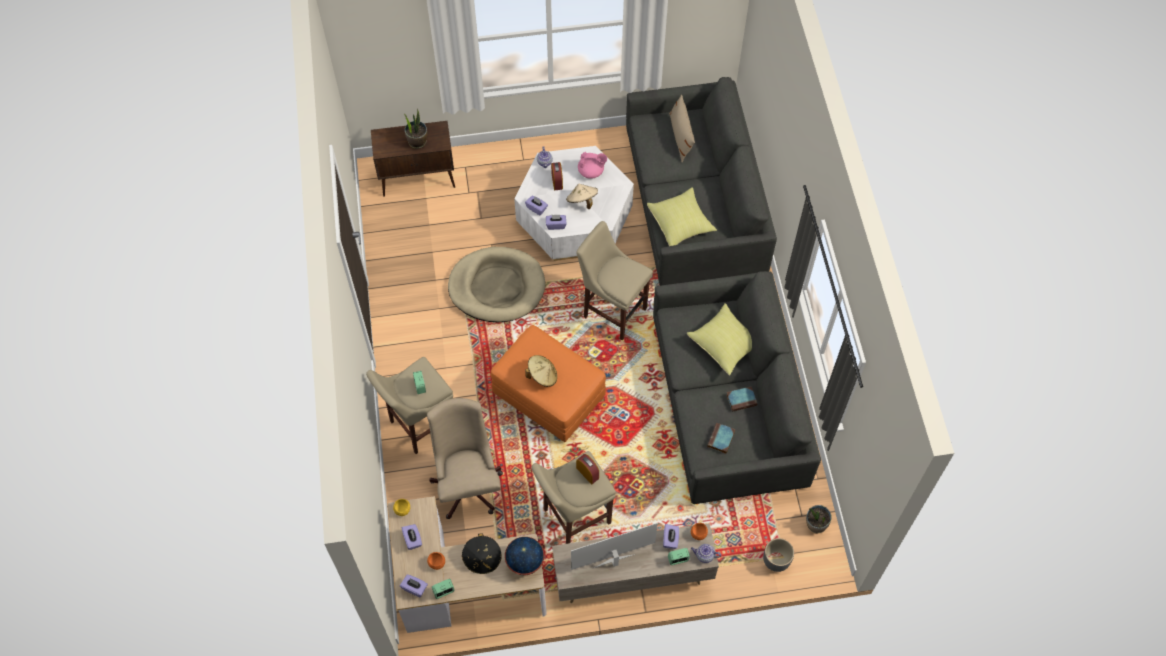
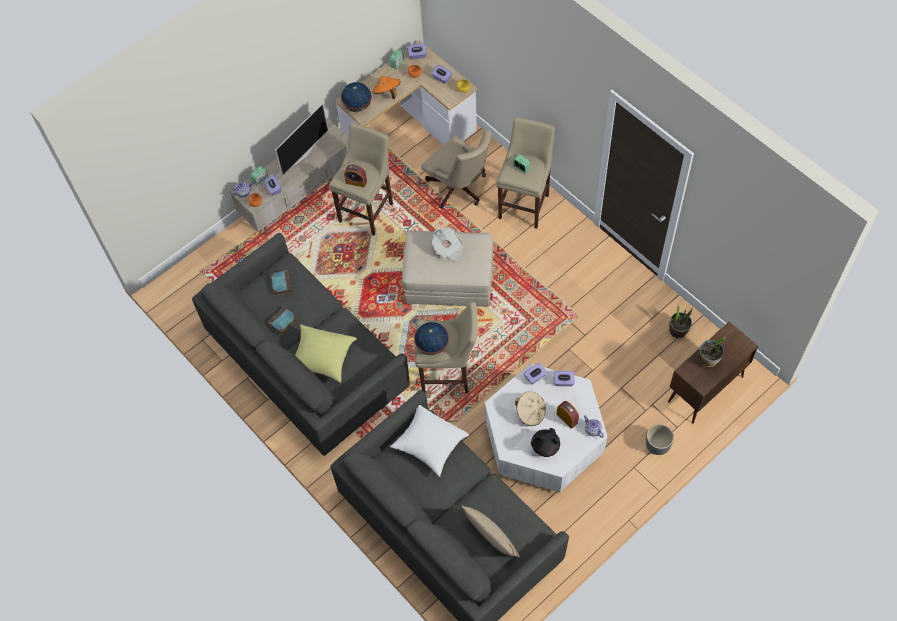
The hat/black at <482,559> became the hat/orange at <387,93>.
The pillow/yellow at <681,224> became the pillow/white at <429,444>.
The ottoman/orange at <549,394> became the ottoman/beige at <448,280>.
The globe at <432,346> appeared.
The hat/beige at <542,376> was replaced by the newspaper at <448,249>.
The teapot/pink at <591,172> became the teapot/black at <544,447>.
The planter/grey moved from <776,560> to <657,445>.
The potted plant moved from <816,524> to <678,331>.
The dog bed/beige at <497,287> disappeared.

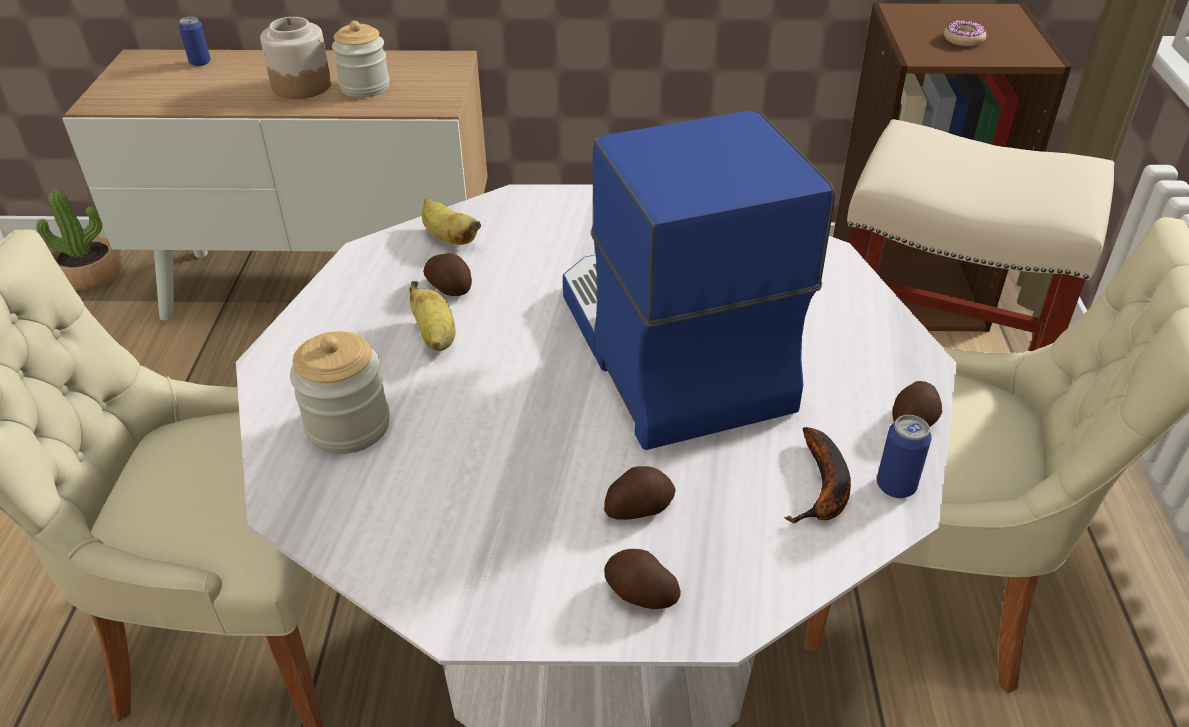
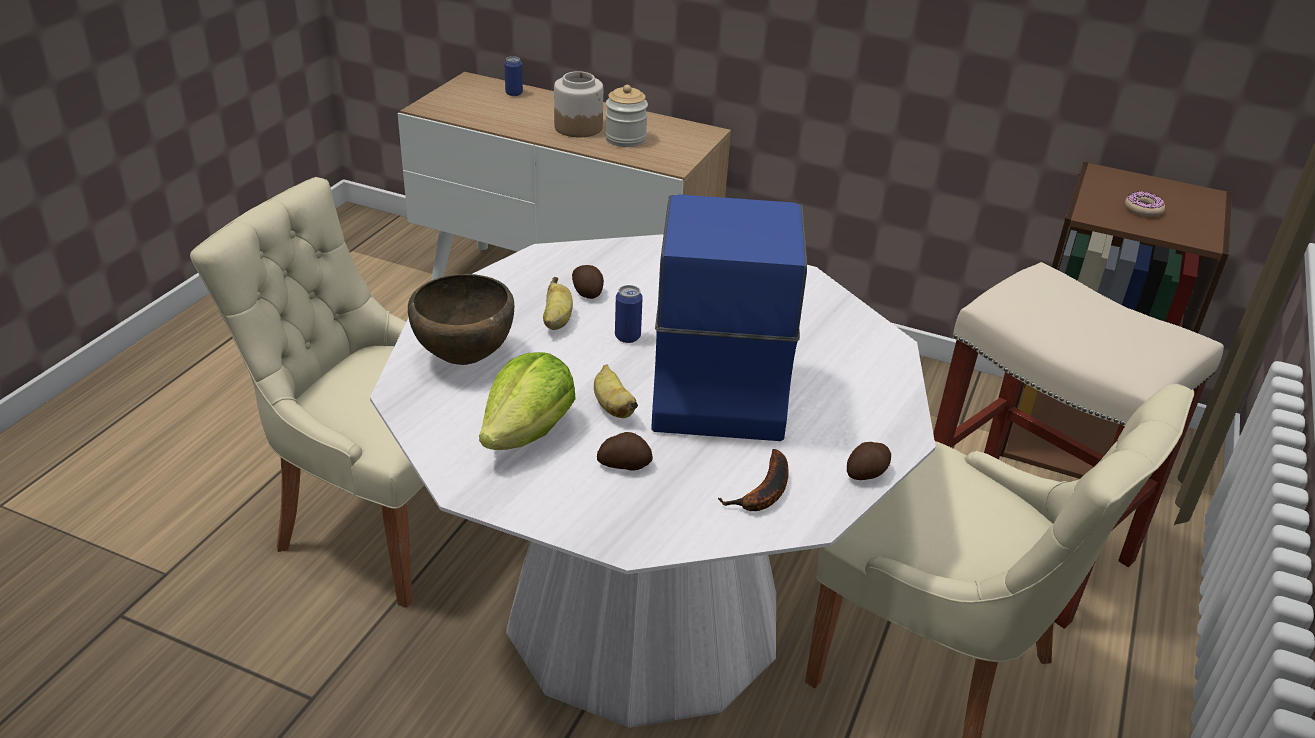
The jar at <348,426> was replaced by the bowl/brown at <465,359>.
The lettuce at <529,433> appeared.
The banana moved from <448,237> to <612,407>.
The can moved from <896,486> to <627,337>.
The potted plant at <91,274> disappeared.
The potato at <640,594> disappeared.

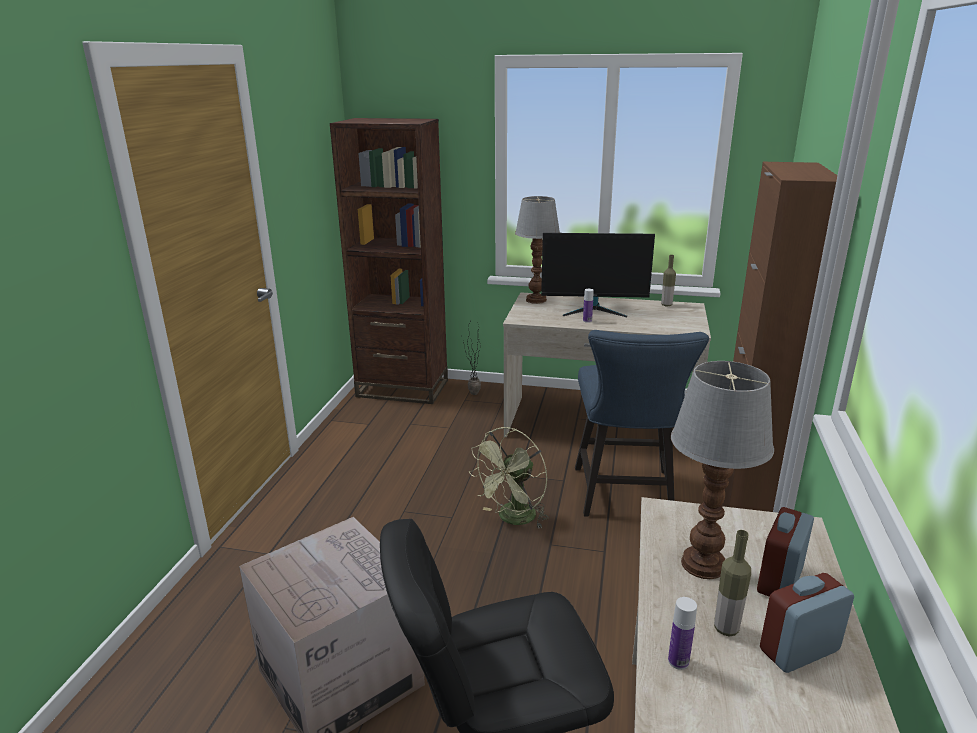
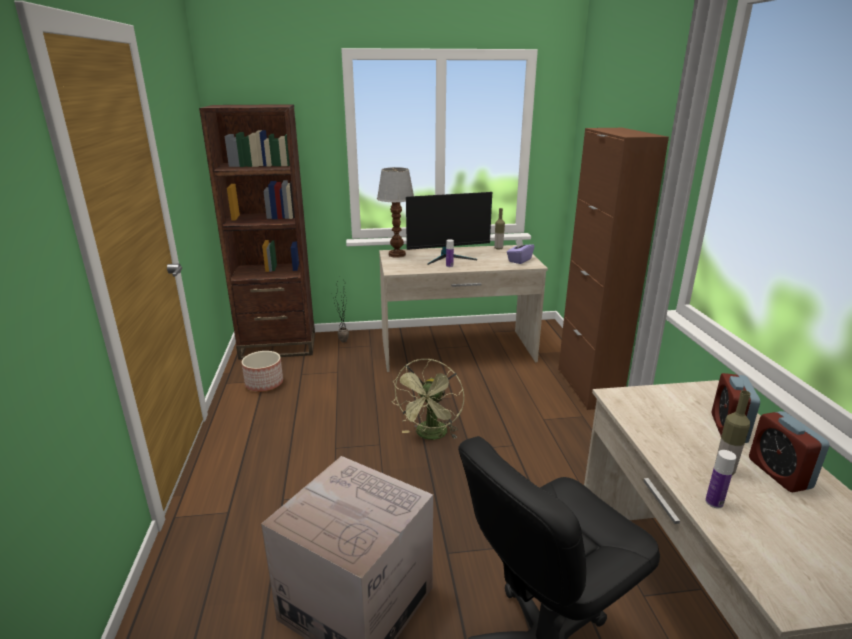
The planter at <264,384> appeared.
The tissue box/purple at <519,260> appeared.
The alarm clock at <799,650> turned 60 degrees counterclockwise.
The chair/blue at <625,497> disappeared.
The table lamp at <702,563> disappeared.

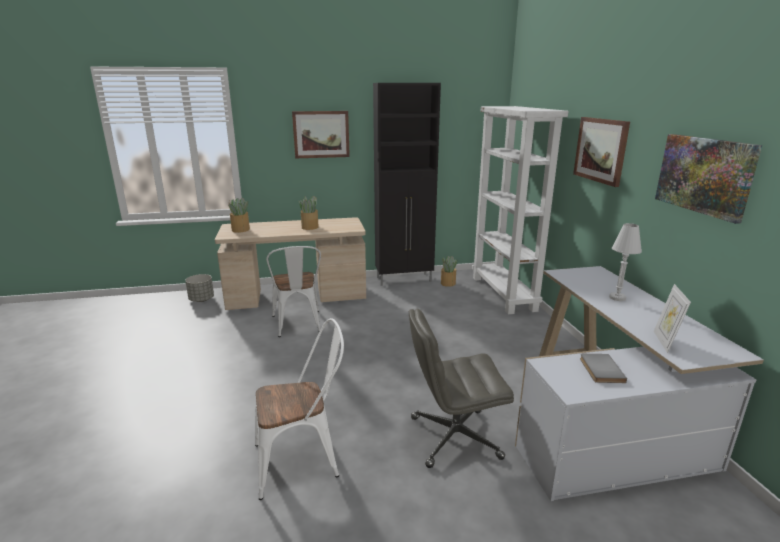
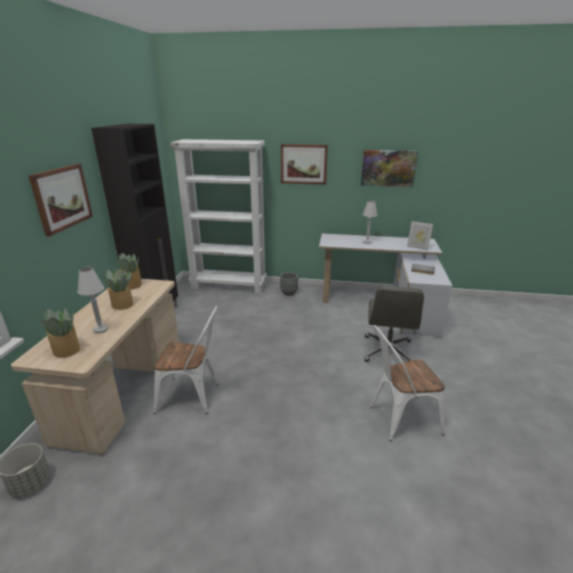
The table lamp/white at <100,329> appeared.
The potted plant moved from <447,283> to <132,285>.
The planter/grey at <289,292> appeared.
The chair/white at <304,460> turned 105 degrees counterclockwise.

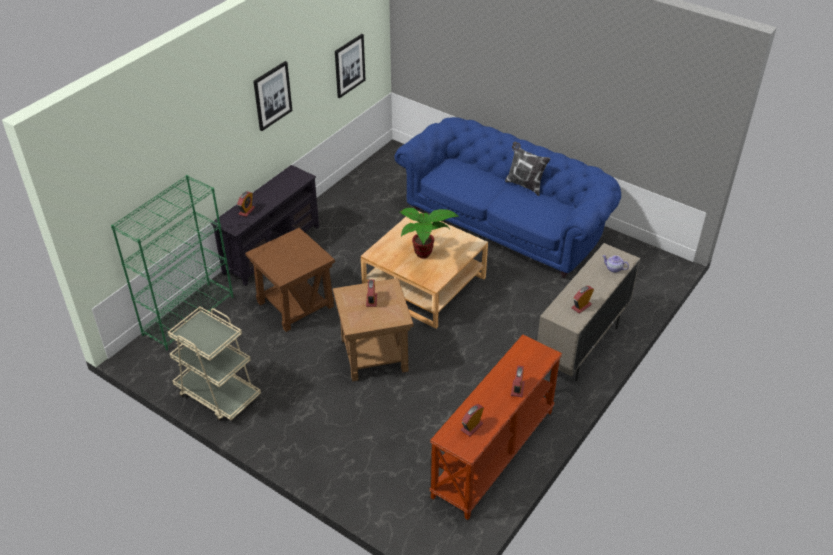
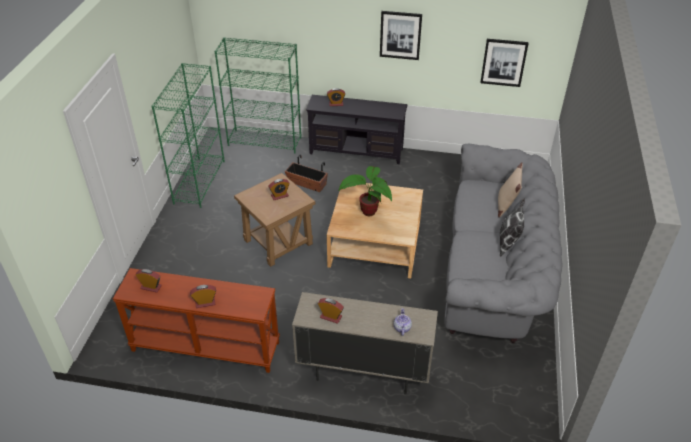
The cart/beige at <217,394> was replaced by the bookcase/green at <199,181>.
The side table/brown at <295,304> was replaced by the planter at <307,183>.
The sofa/blue at <506,224> became the sofa/grey at <495,270>.
The pillow/beige at <506,205> appeared.

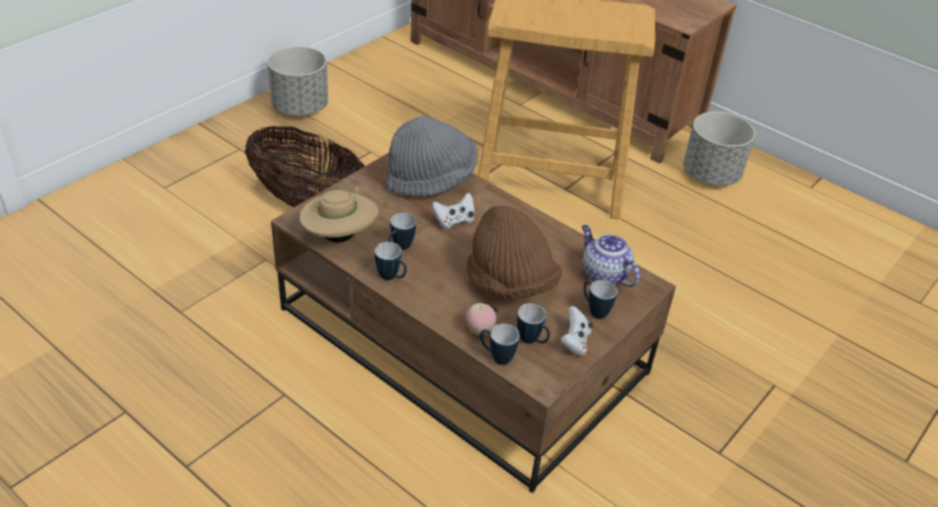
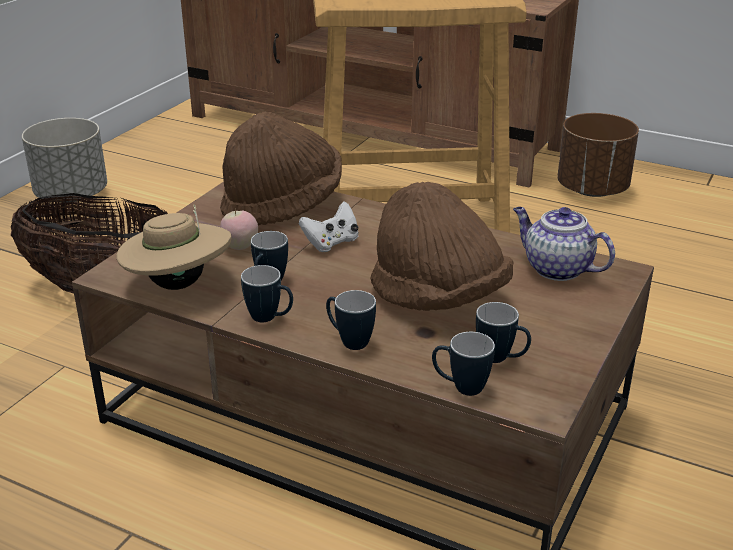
The hat/grey at <431,179> became the hat/brown at <282,205>.
The apple moved from <479,330> to <240,247>.
The mug moved from <594,311> to <349,341>.
The planter/grey at <711,175> became the planter/brown at <593,190>.
The game controller/white at <574,342> disappeared.

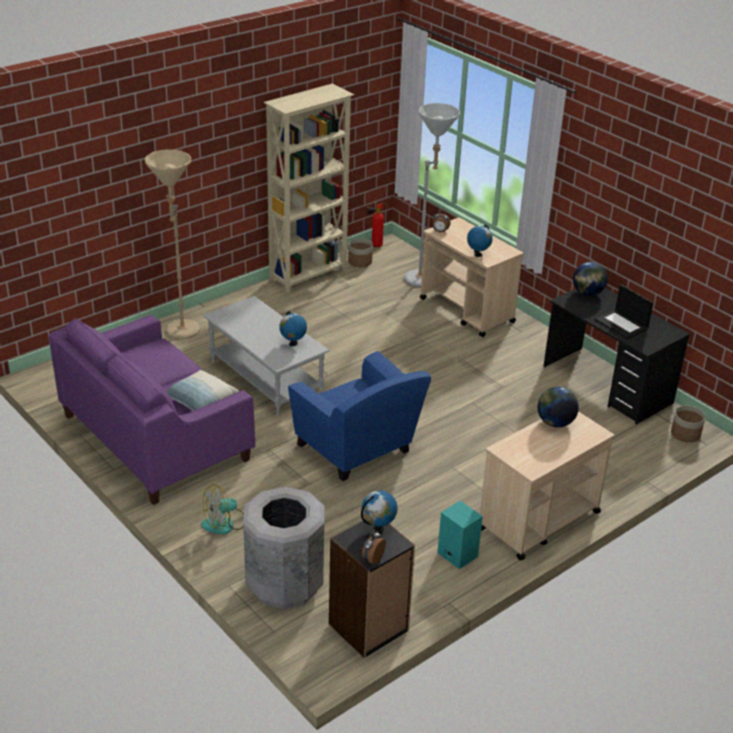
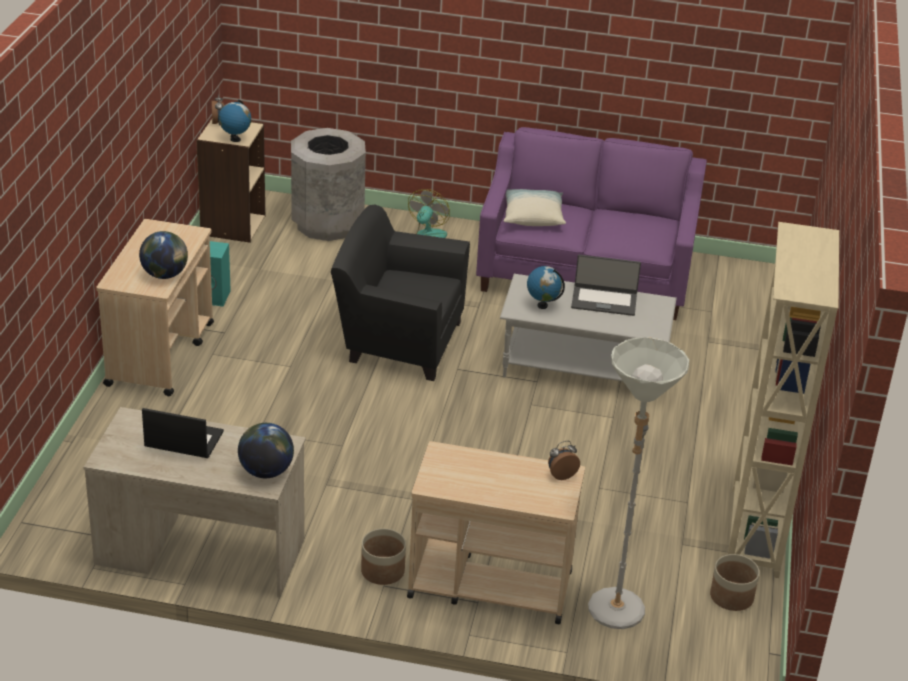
The desk/black at <607,385> became the desk/beige at <200,551>.
The bookcase/black at <369,628> became the bookcase/beige at <232,225>.
The armchair/blue at <358,450> became the armchair/black at <398,341>.
The planter moved from <685,434> to <382,571>.
The laptop at <604,301> appeared.
The floor lamp/beige at <181,334> disappeared.
The fire extinguisher at <374,246> disappeared.
The globe at <478,254> disappeared.

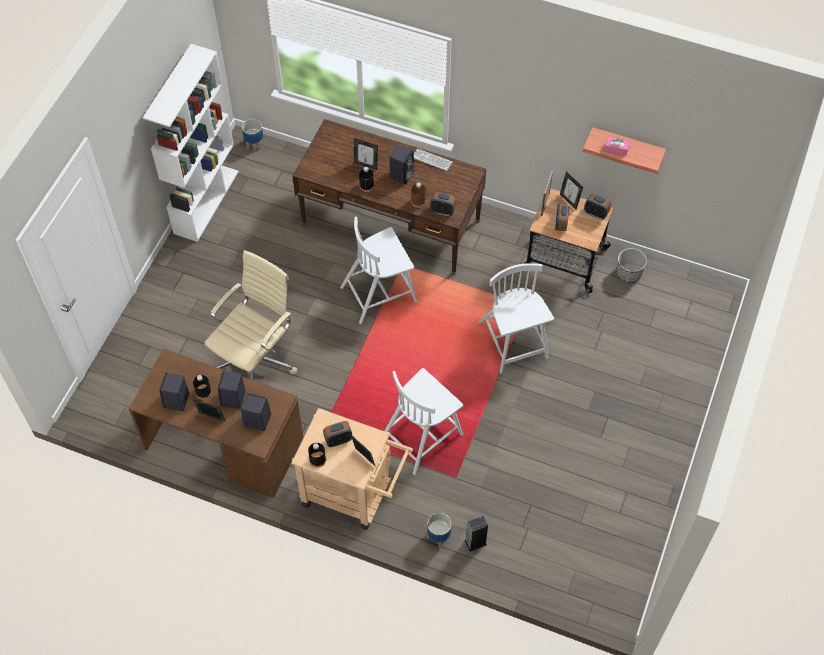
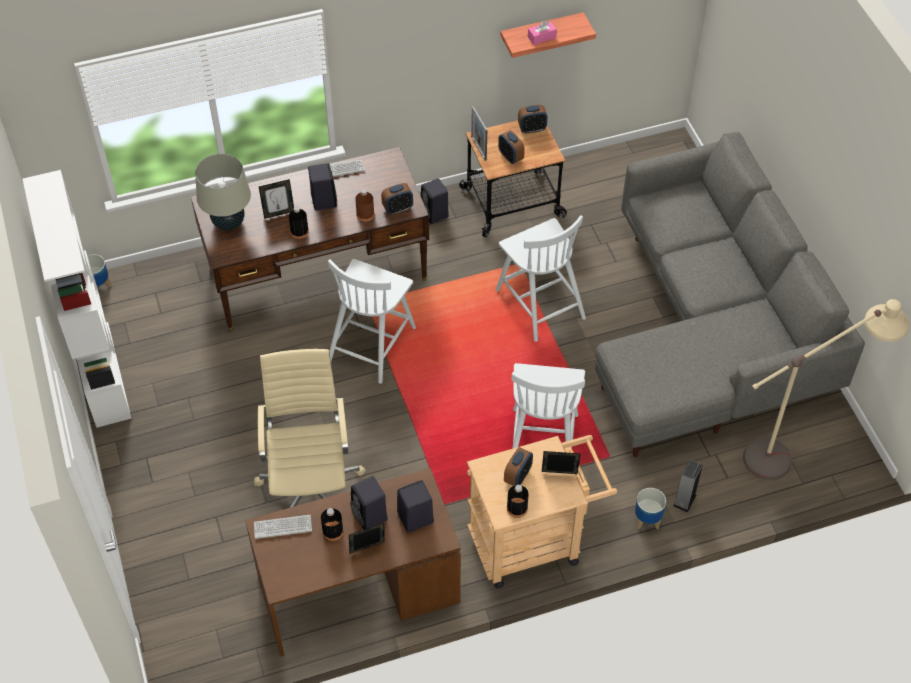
The table lamp/beige at <228,223> appeared.
The keyboard at <283,527> appeared.
The speaker/black moved from <176,401> to <435,214>.
The chair/white at <513,341> turned 150 degrees counterclockwise.
The sofa/grey at <710,332> appeared.
The floor lamp/beige at <798,449> appeared.
The picture frame at <569,201> disappeared.
The planter at <629,273> disappeared.

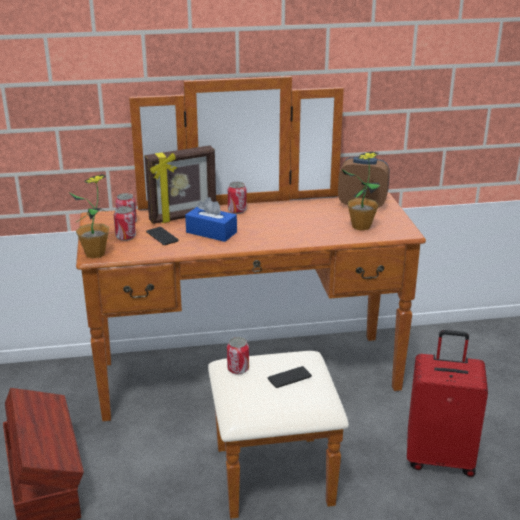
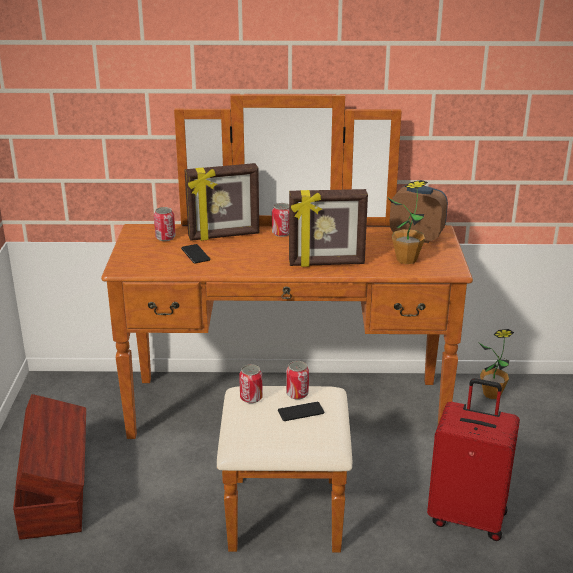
The can moved from <125,237> to <297,394>.
The picture frame at <326,263> appeared.
The potted plant moved from <95,253> to <492,394>.
The tissue box/blue at <211,232> disappeared.

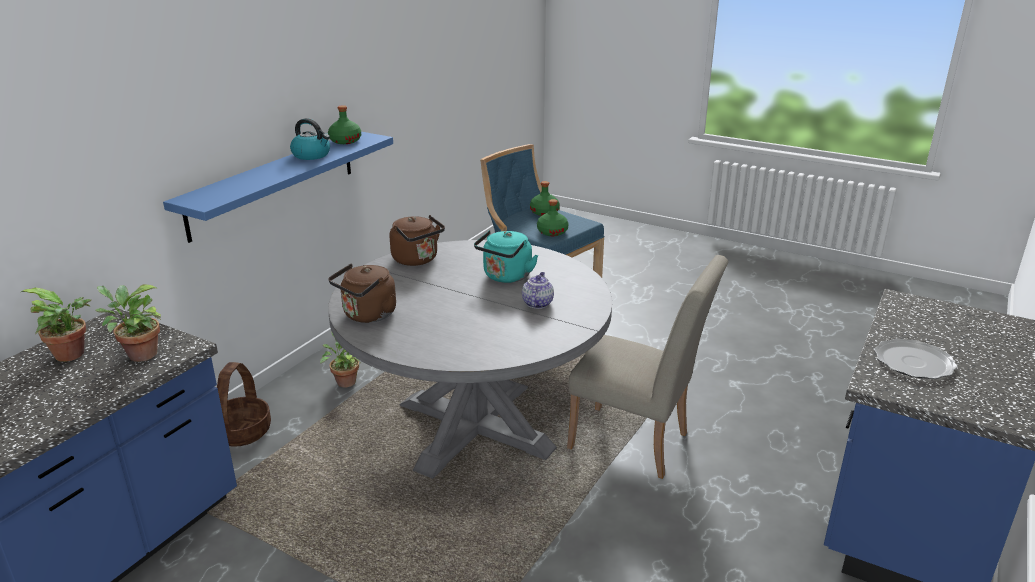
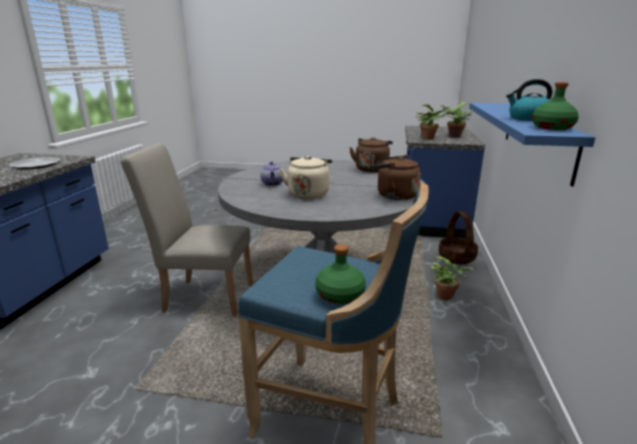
The kettle/turquoise at <506,277> became the kettle/beige at <308,194>.
The bottle/green at <552,232> disappeared.

